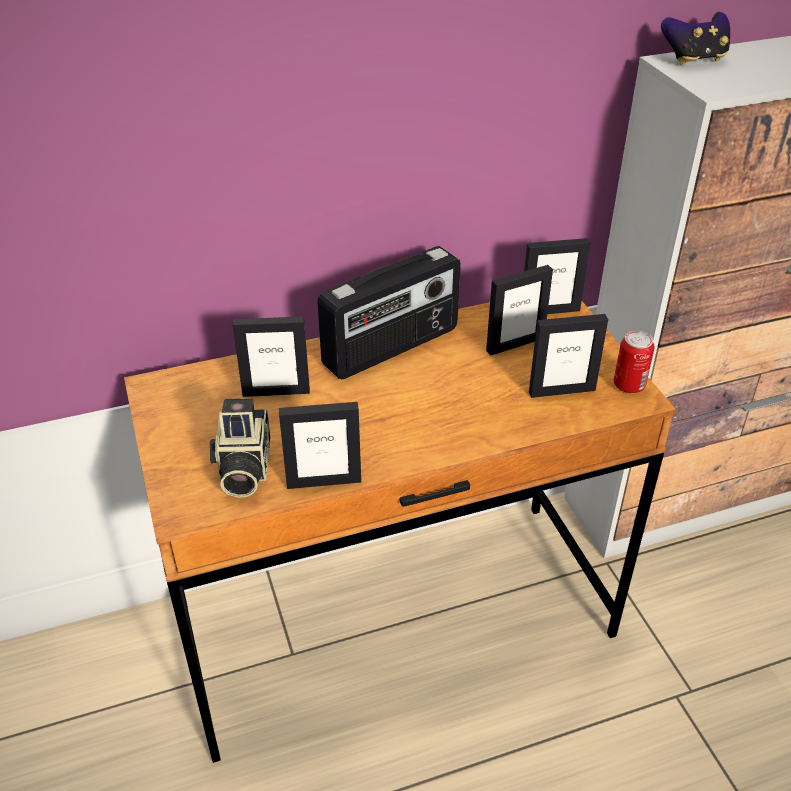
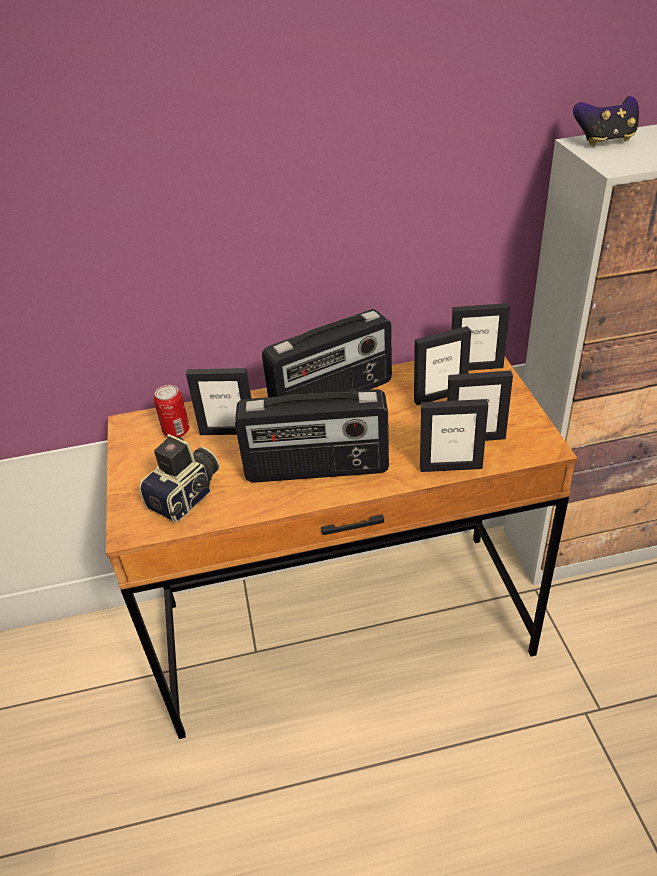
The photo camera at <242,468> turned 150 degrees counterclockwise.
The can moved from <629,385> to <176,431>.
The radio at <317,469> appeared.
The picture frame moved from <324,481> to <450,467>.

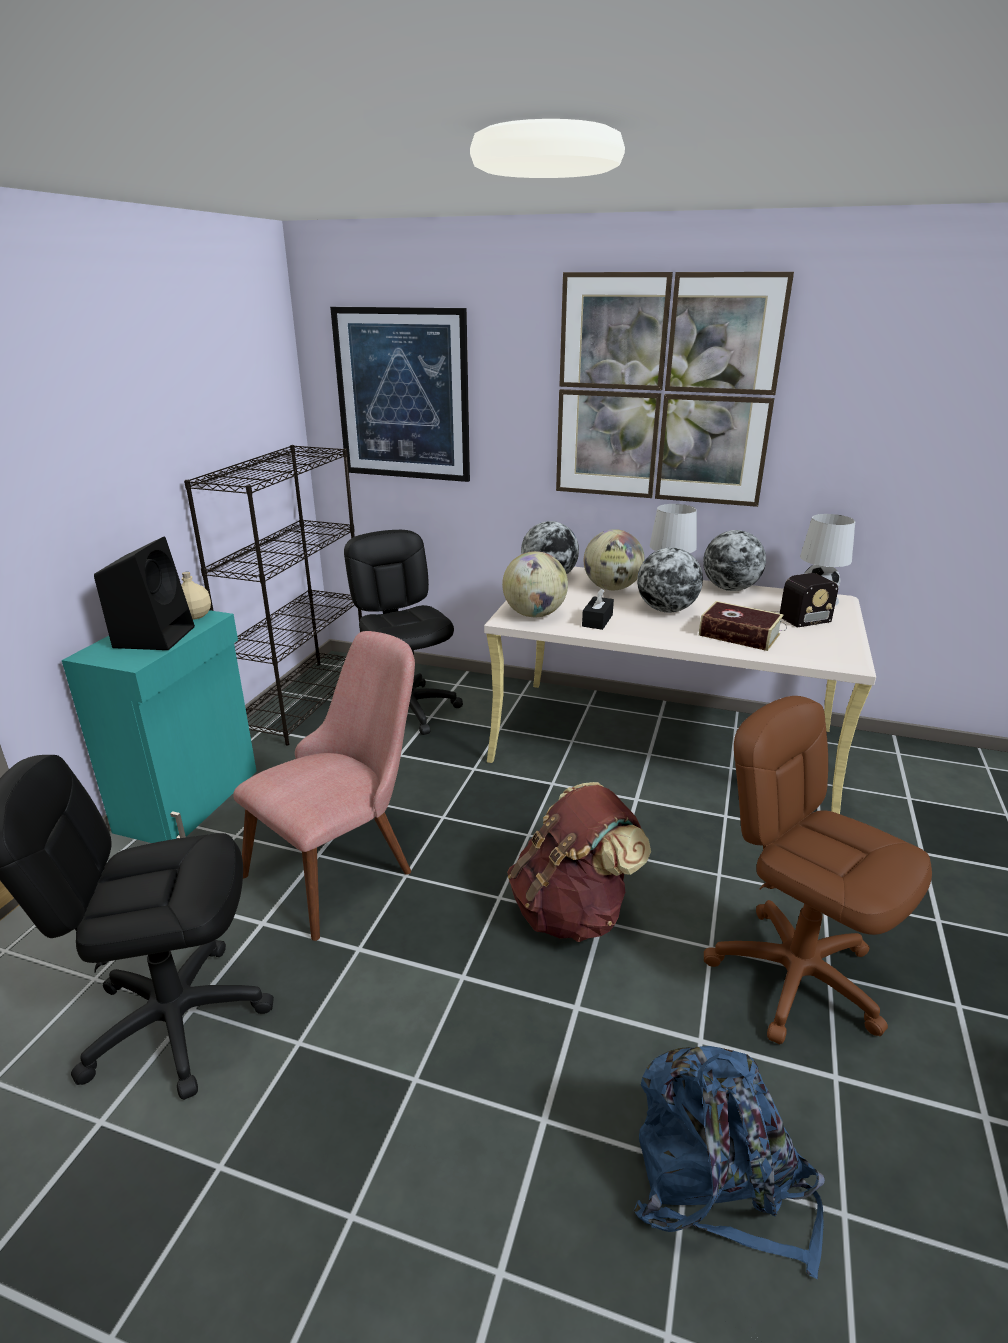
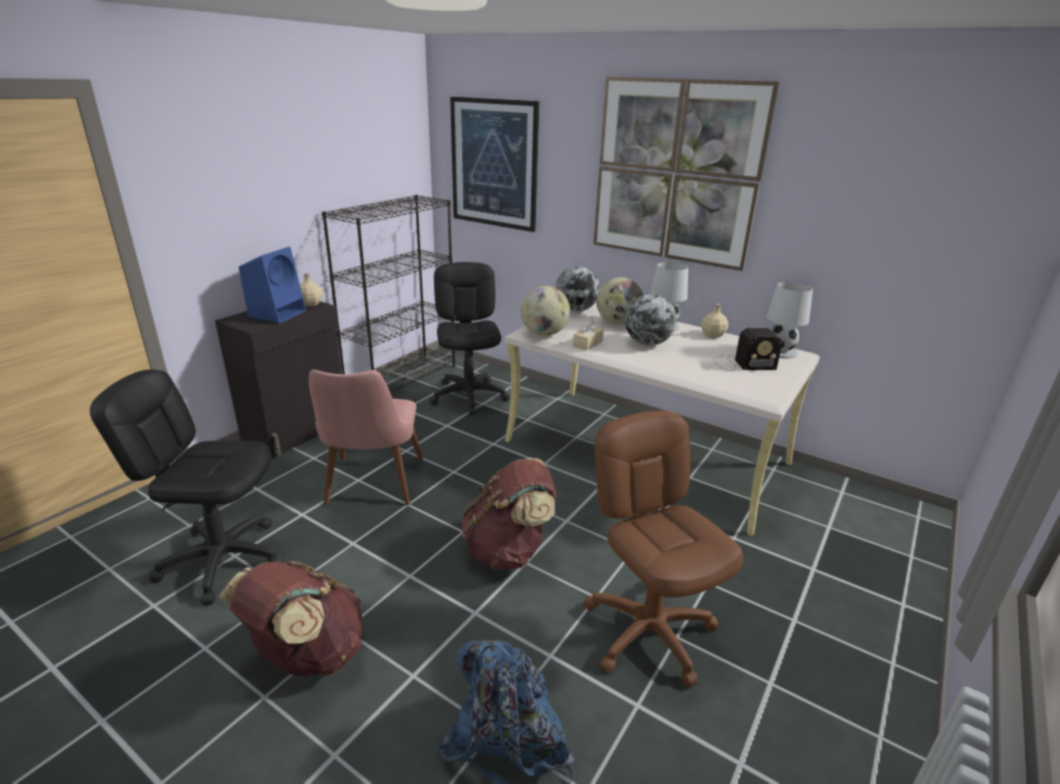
The cabinet/turquoise at <191,800> became the cabinet/black at <297,431>.
The backpack/brown at <307,655> appeared.
The speaker/black at <155,636> became the speaker/blue at <278,313>.
The chair/pink at <344,863> turned 120 degrees clockwise.
The tissue box/black at <597,620> became the tissue box/beige at <587,344>.
The globe at <730,589> was replaced by the bottle/beige at <712,335>.
The book at <739,635> disappeared.

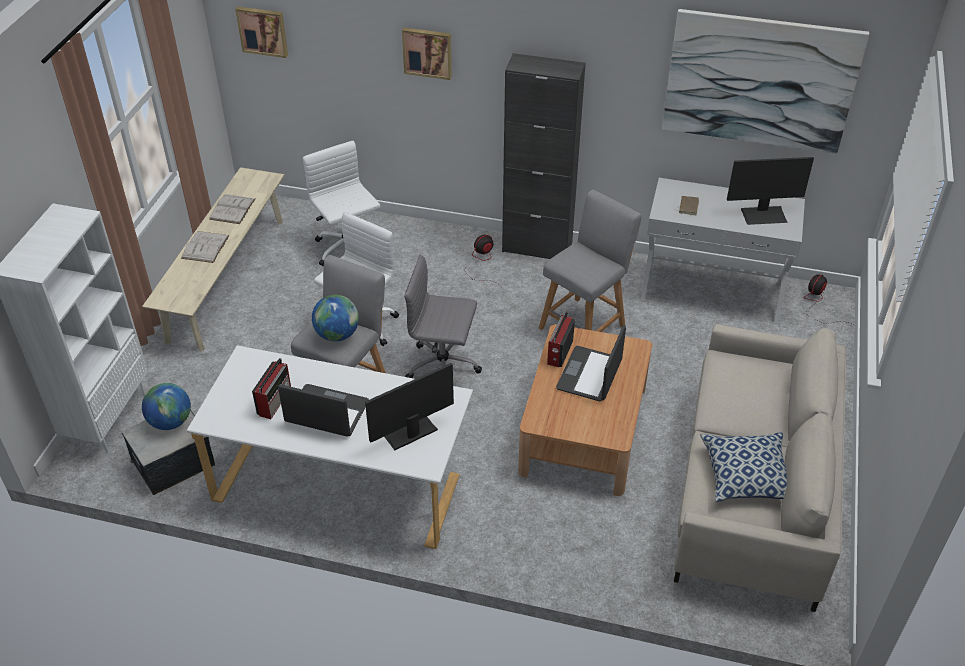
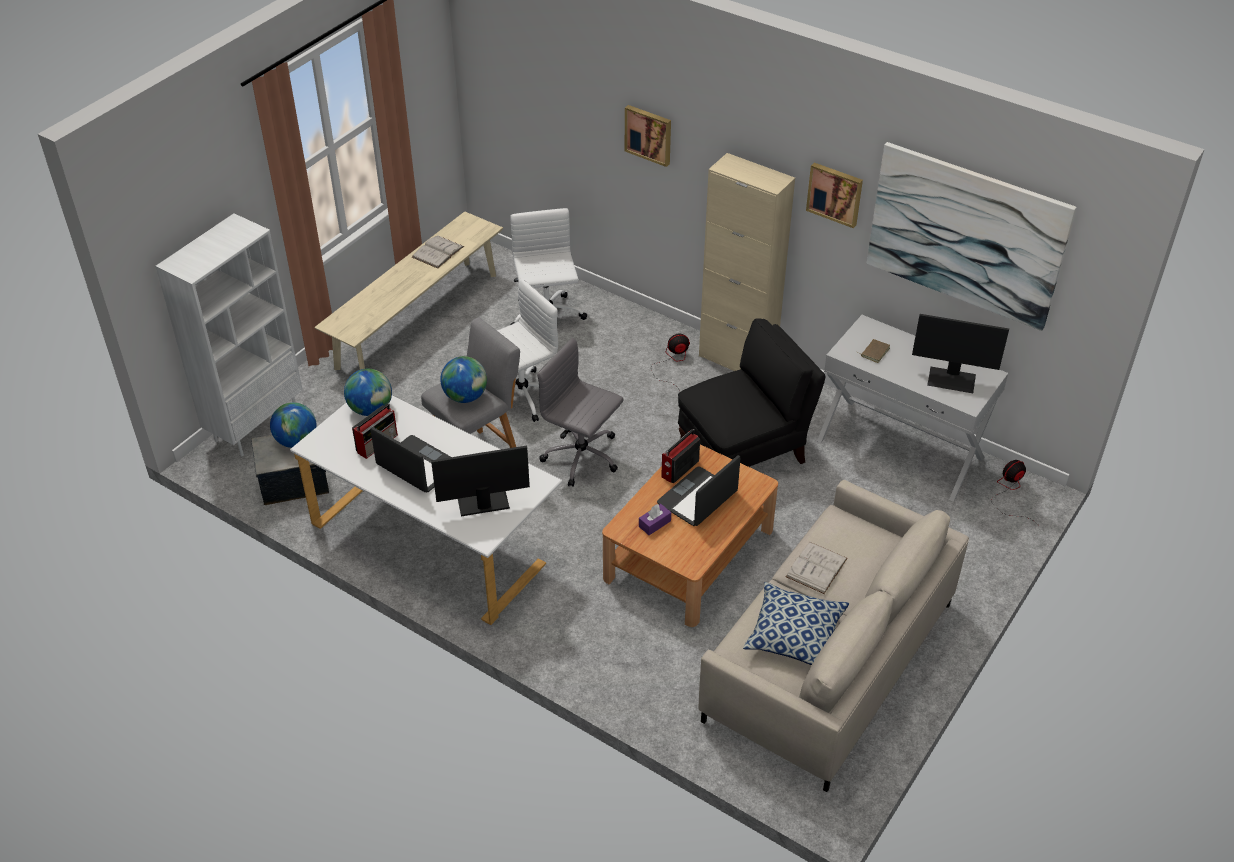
The globe at <371,409> appeared.
The tissue box/purple at <654,523> appeared.
The stool/grey at <584,325> was replaced by the armchair/black at <745,451>.
The cabinet/black at <537,248> became the cabinet/beige at <737,360>.
The book/white moved from <205,247> to <816,567>.
The picture moved from <263,31> to <835,193>.

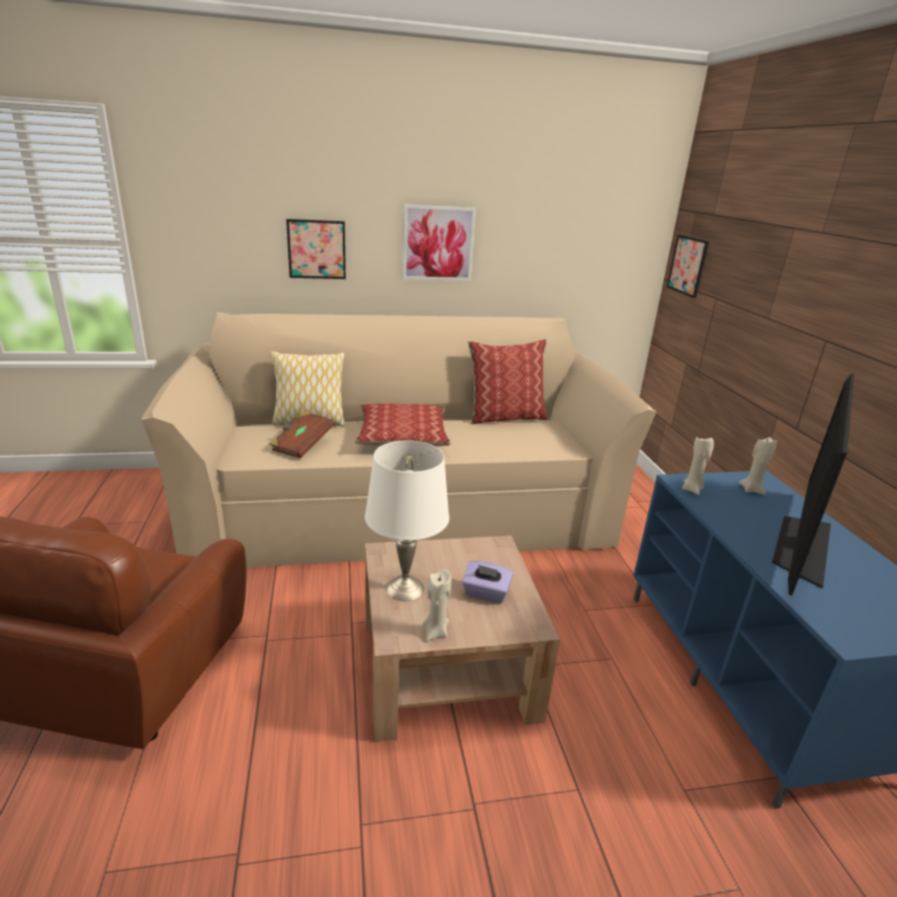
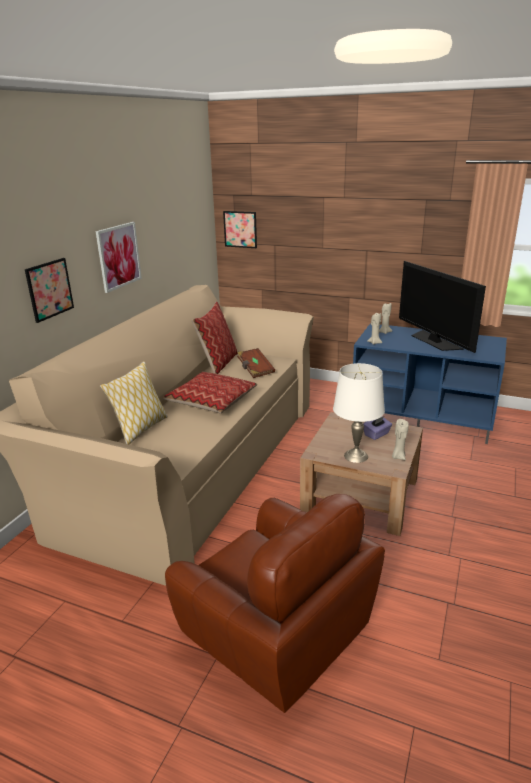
The book/brown moved from <302,445> to <255,370>.

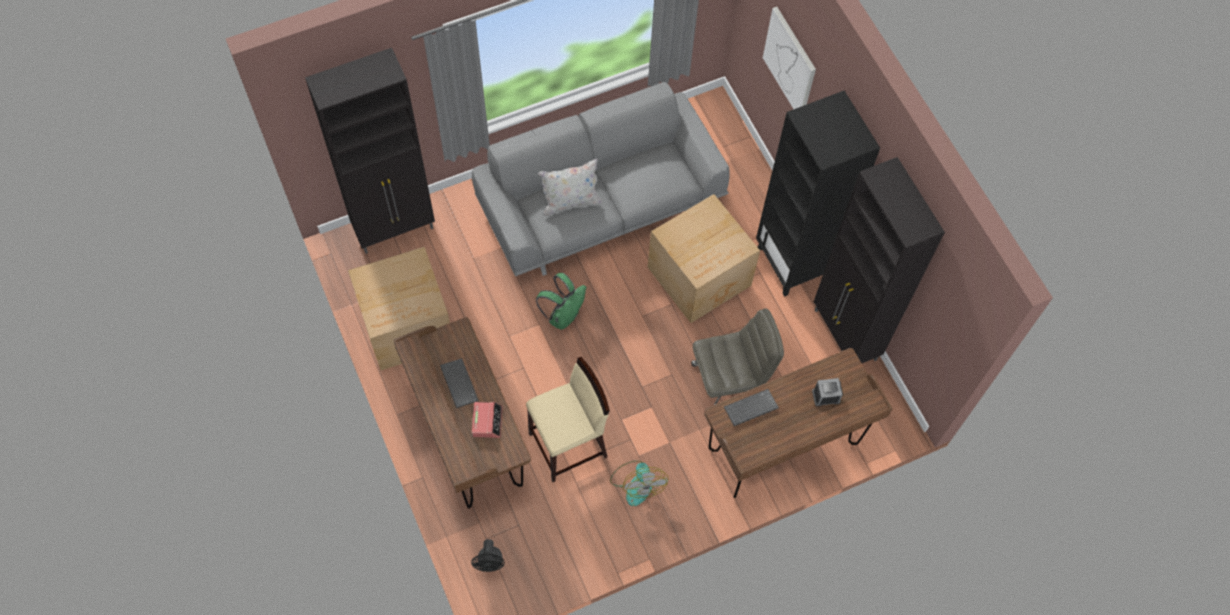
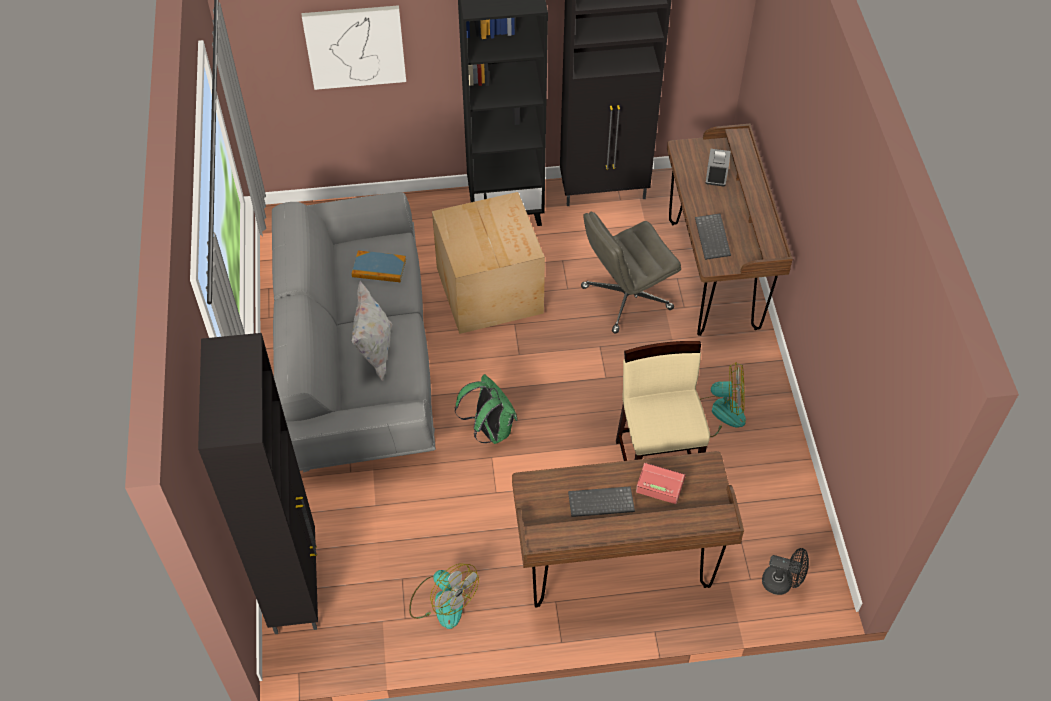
The book at <379,268> appeared.
The cardboard box at <408,326> was replaced by the fan at <442,601>.
The office chair/grey at <729,382> turned 120 degrees counterclockwise.

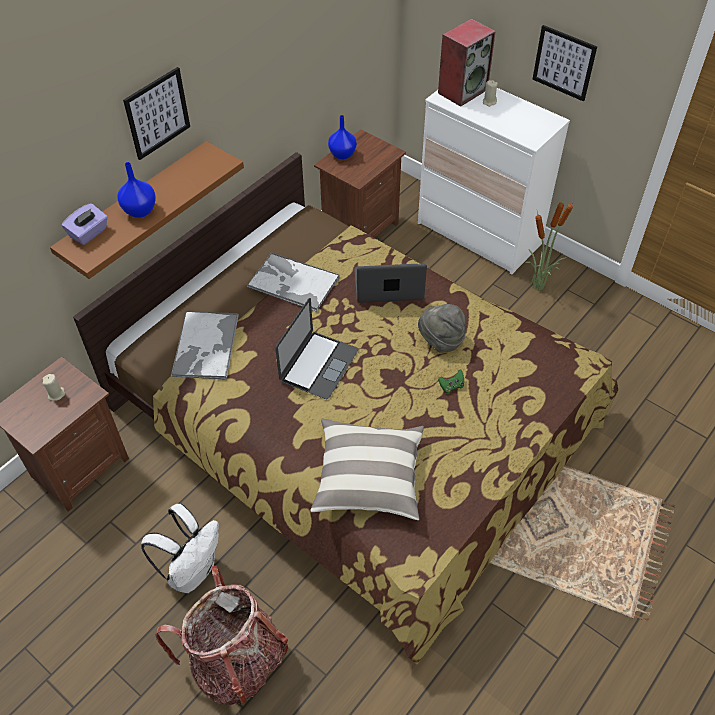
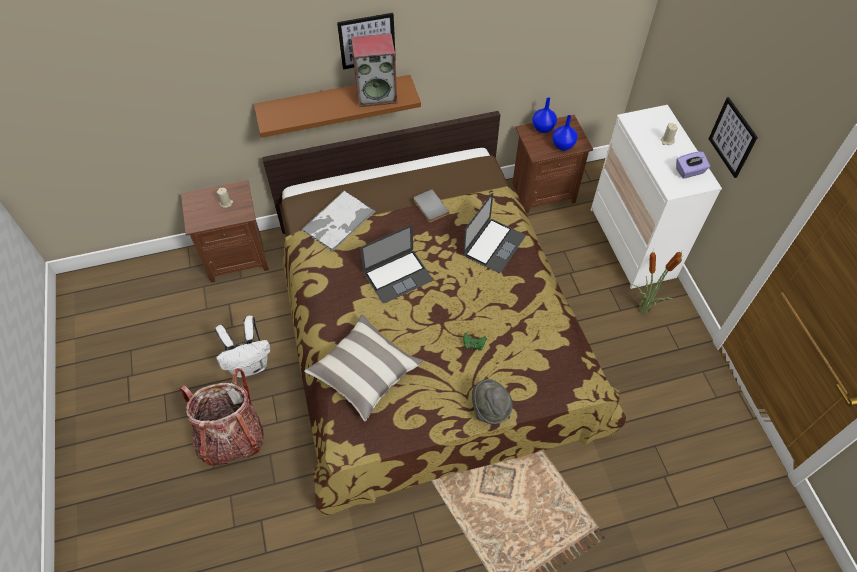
The speaker moved from <462,90> to <377,94>.
The tray at <292,282> was replaced by the book/grey at <429,207>.
The laptop at <388,285> turned 90 degrees clockwise.
The hat/grey moved from <441,340> to <490,409>.
The vase/blue moved from <140,210> to <563,145>.
The tissue box/purple moved from <89,233> to <689,171>.

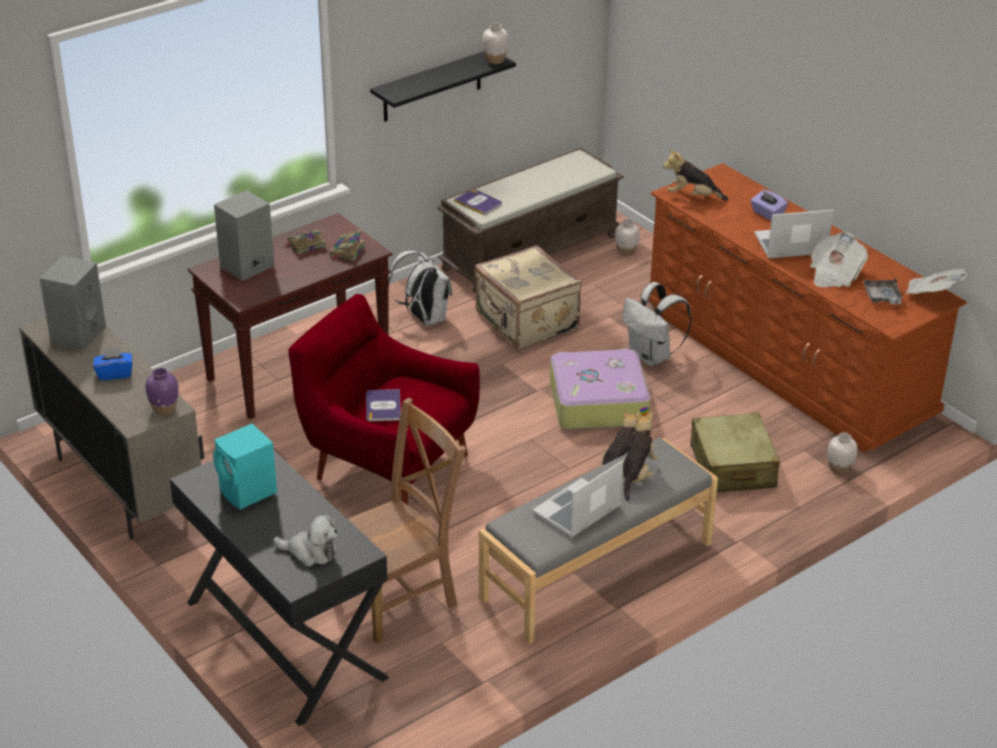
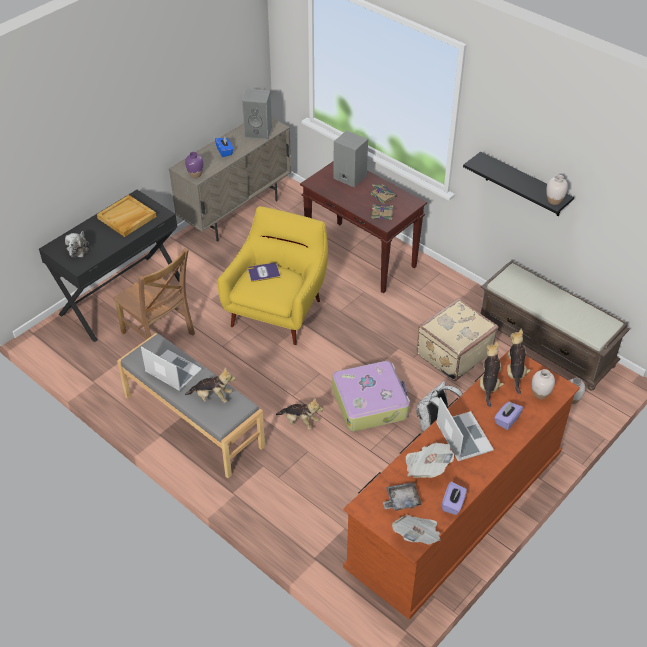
The speaker/turquoise at <248,493> was replaced by the tray/beige at <127,218>.
The armchair/red at <386,464> became the armchair/yellow at <278,310>.
The tissue box/purple at <453,504> appeared.
The plush toy at <489,384> appeared.
The vase/white moved from <839,469> to <540,394>.
The backpack/white at <424,318> disappeared.
The book at <478,202> disappeared.
The suitcase/beige at <732,467> disappeared.

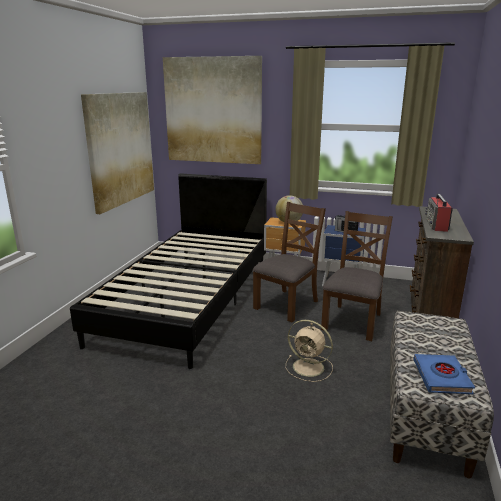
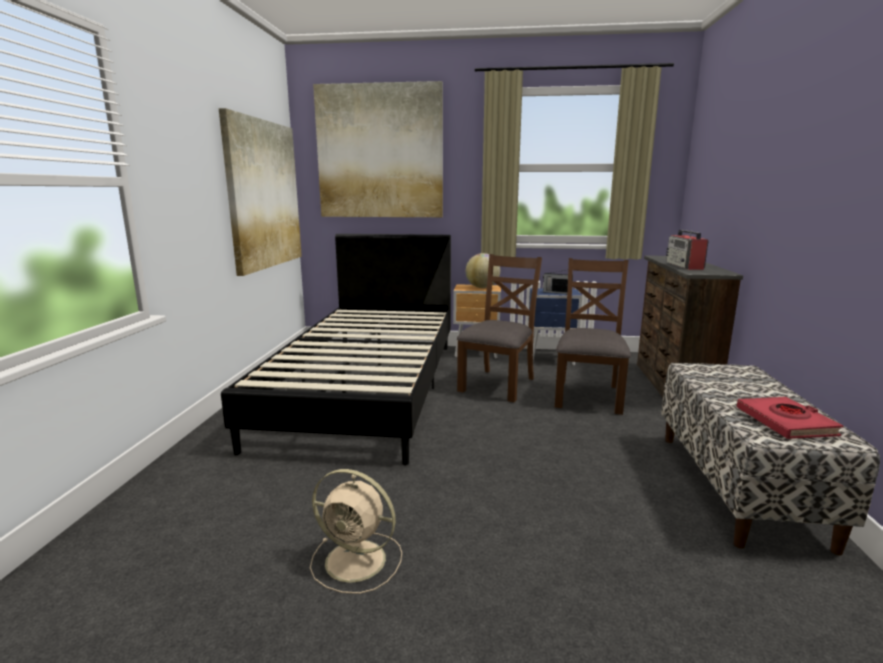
The fan/beige moved from <309,367> to <358,561>.
The book/blue at <442,377> became the book/red at <785,422>.

